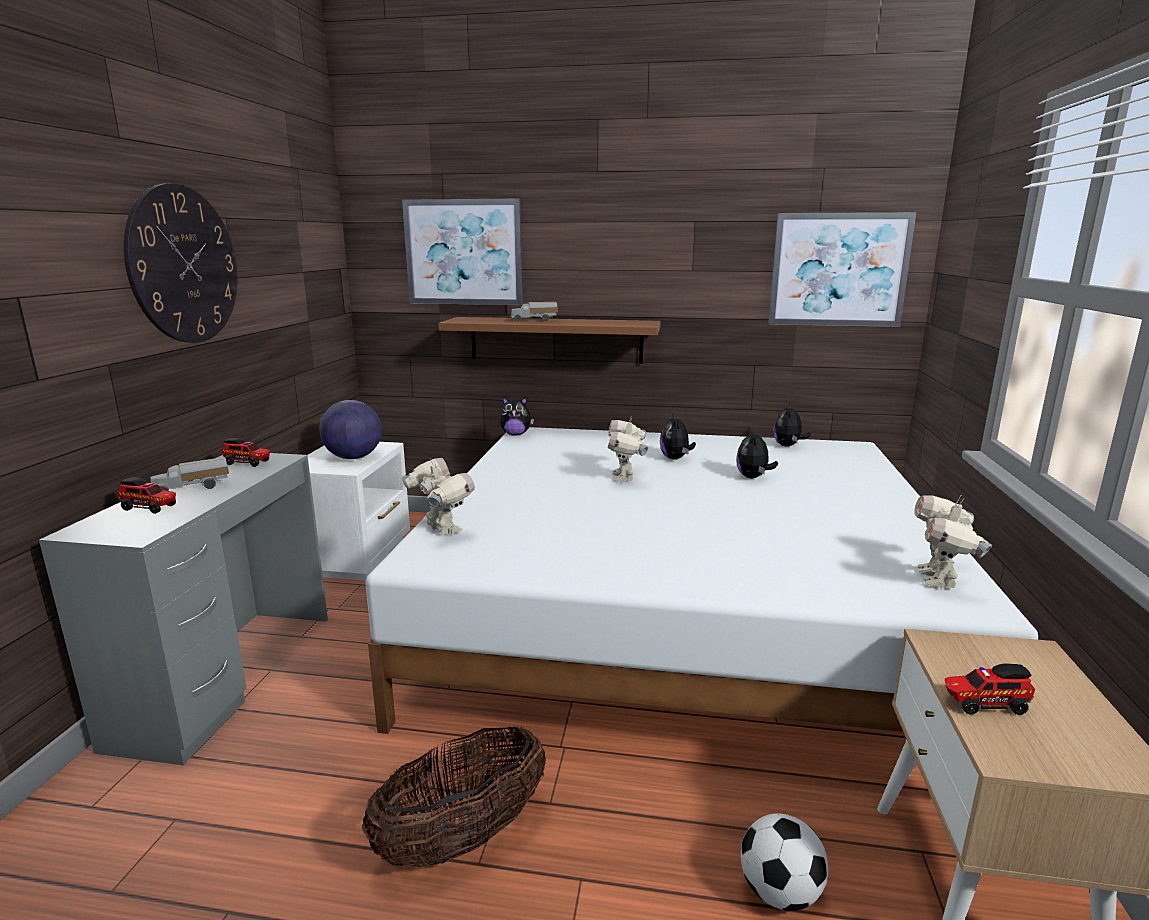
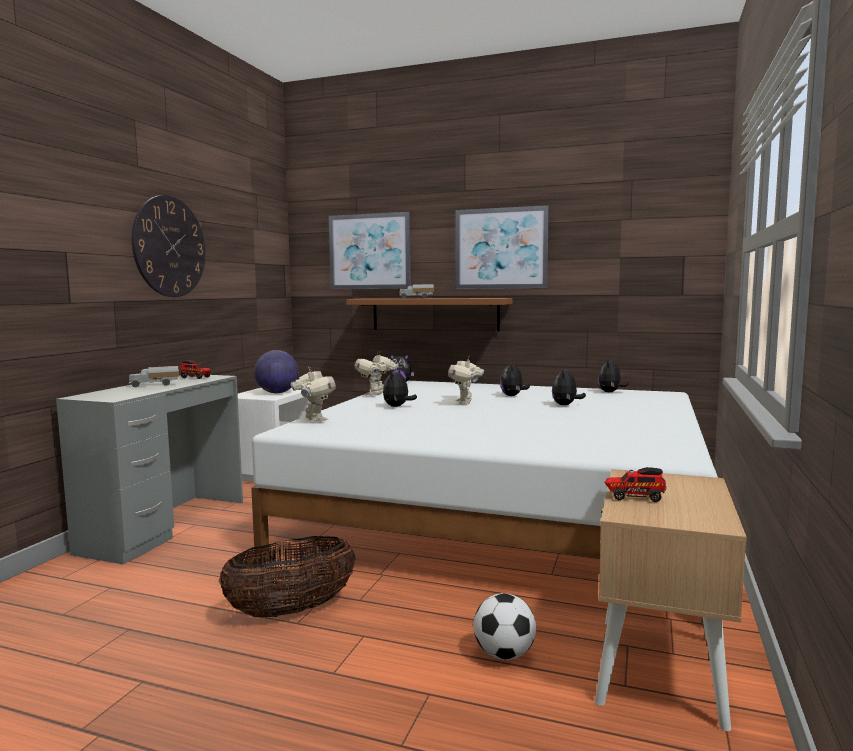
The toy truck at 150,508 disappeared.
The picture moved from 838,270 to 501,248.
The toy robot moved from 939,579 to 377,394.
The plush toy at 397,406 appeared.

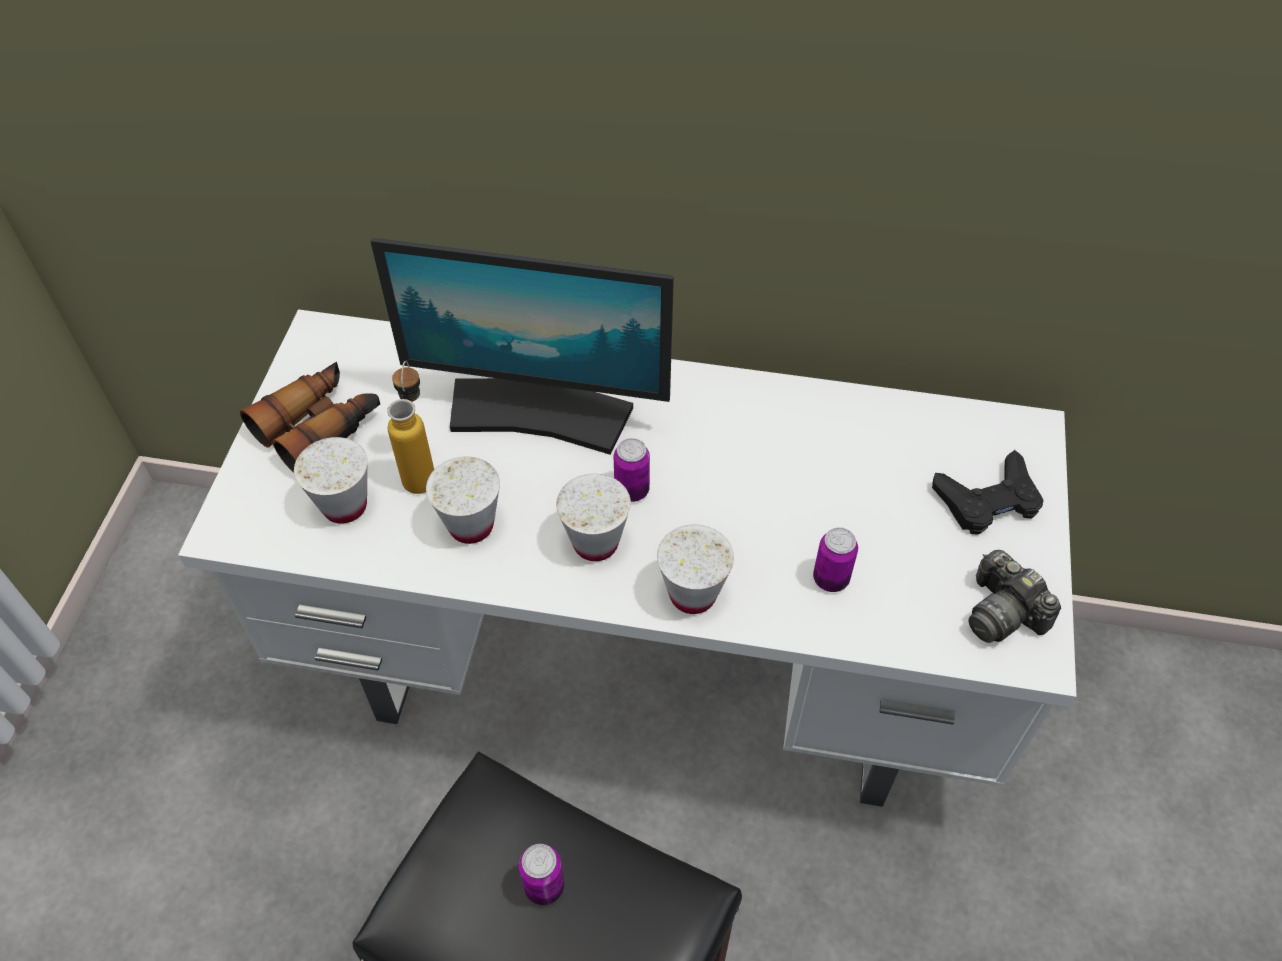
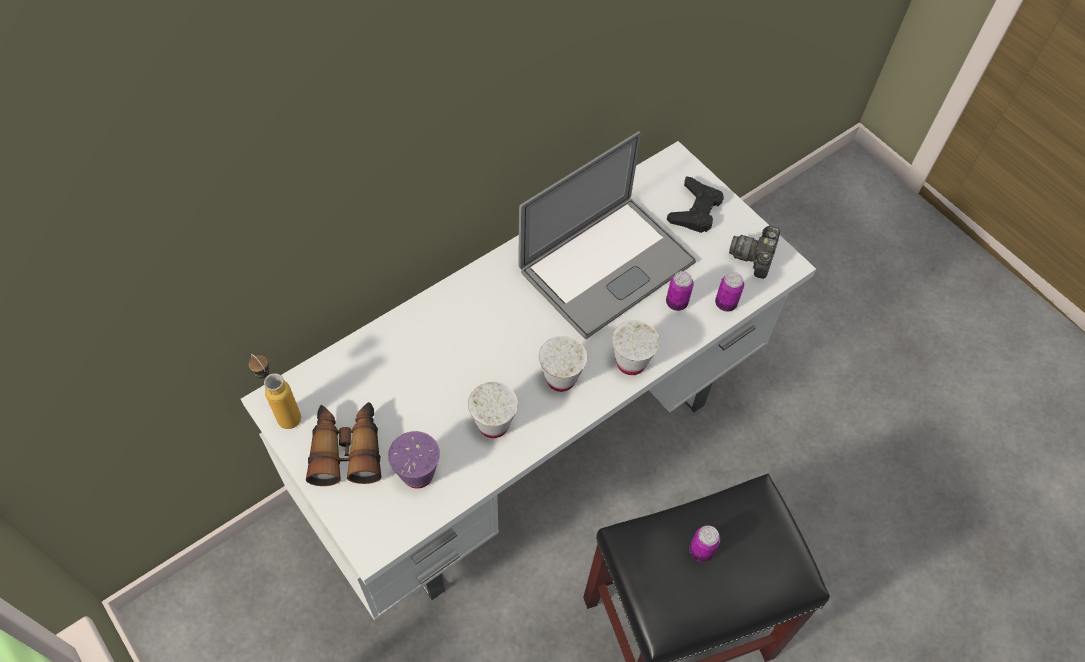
The white cup at 344,506 became the purple cup at 417,474.
The monitor at 539,411 disappeared.
The bottle moved from 421,470 to 283,412.
The can moved from 632,490 to 725,304.
The photo camera at 1002,612 turned 105 degrees clockwise.
The laptop at 607,266 appeared.

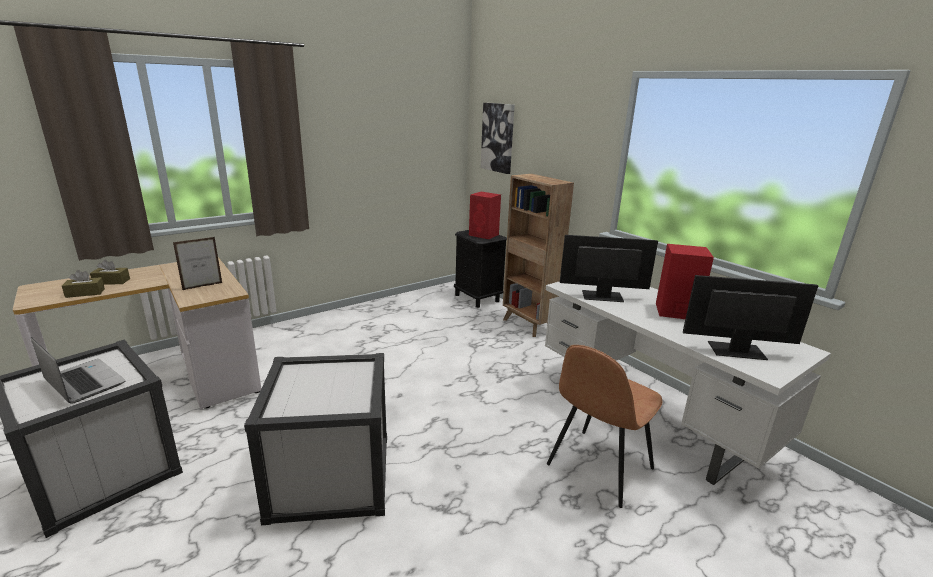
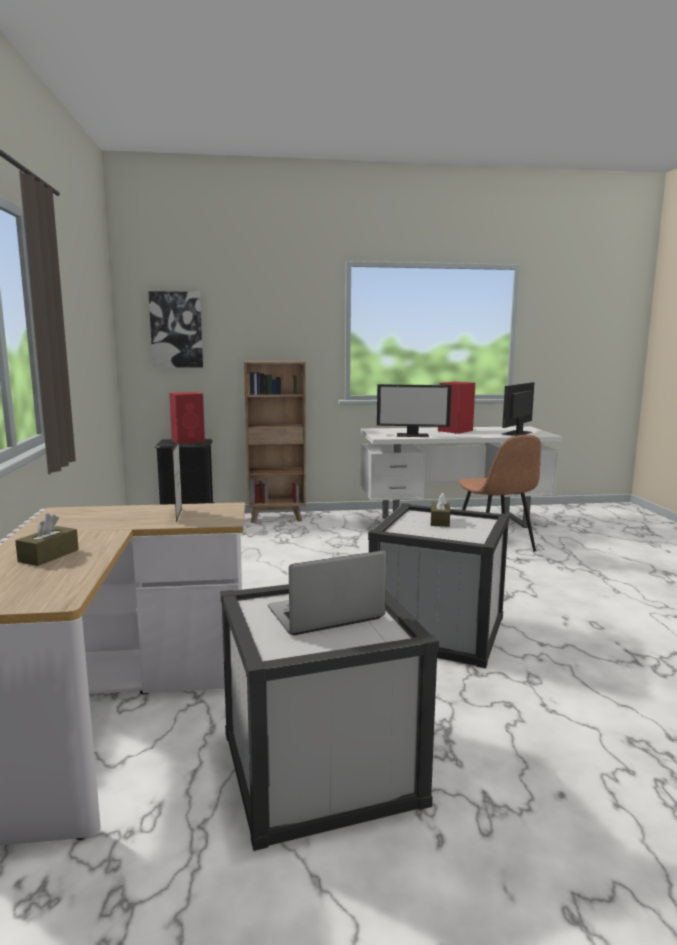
The brown tissue box moved from 85,293 to 440,521.
The monitor at 602,296 turned 120 degrees counterclockwise.

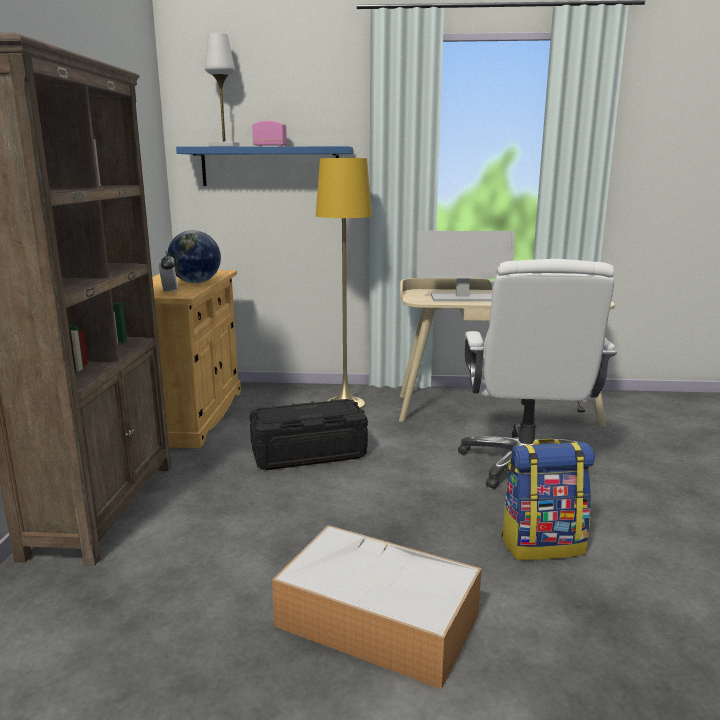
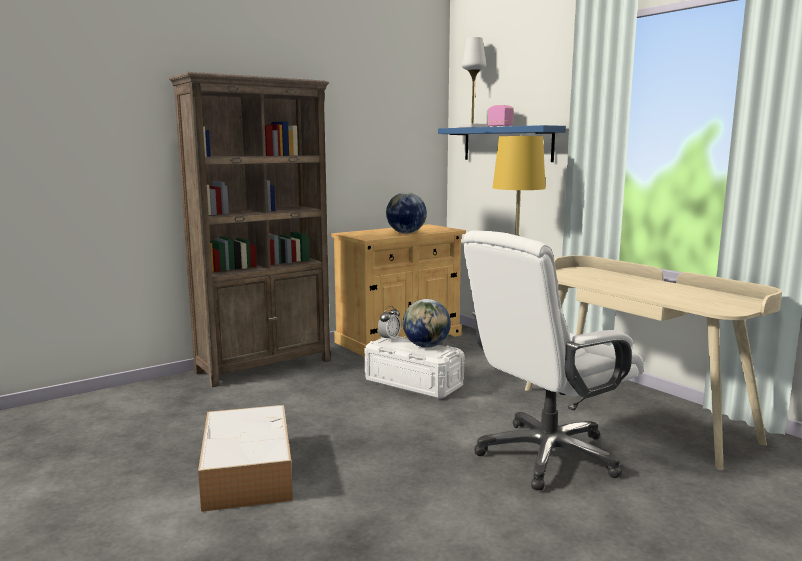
The alarm clock moved from 169,292 to 389,339.
The black storage box at 308,453 became the white storage box at 413,383.
The monitor at 461,298 disappeared.
The backpack at 542,545 disappeared.
The globe at 426,346 appeared.

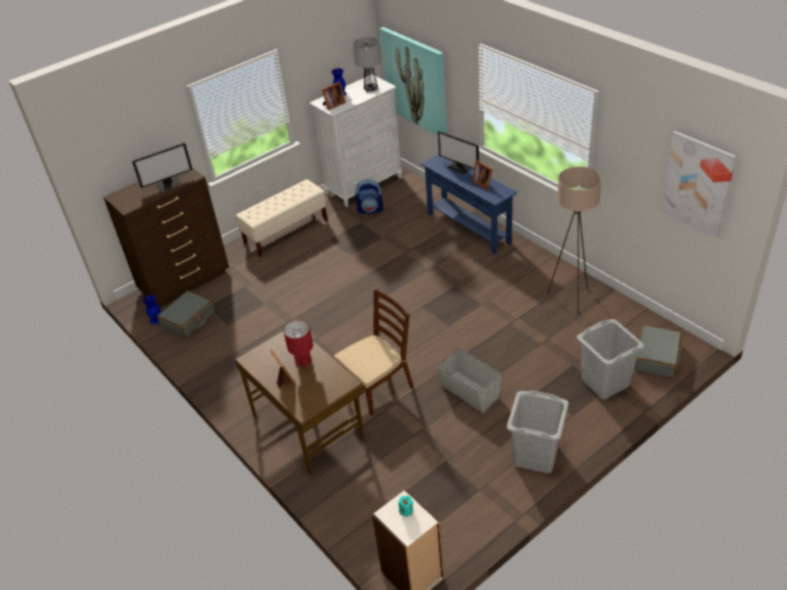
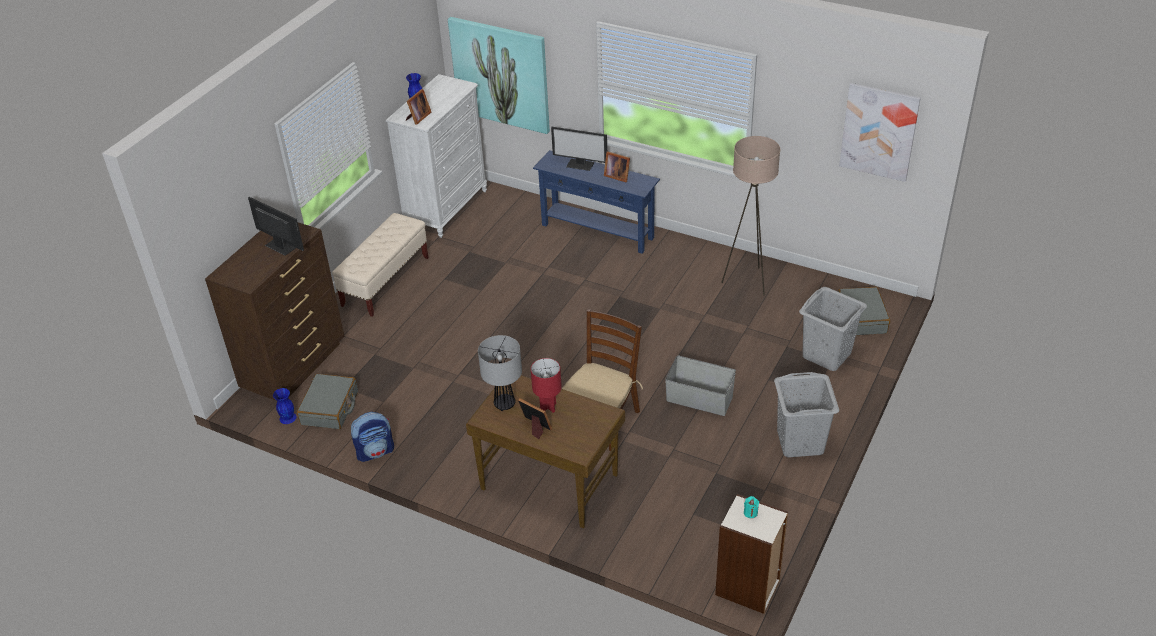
The monitor at 168,184 turned 90 degrees counterclockwise.
The table lamp moved from 371,89 to 505,404.
The backpack moved from 370,210 to 375,451.

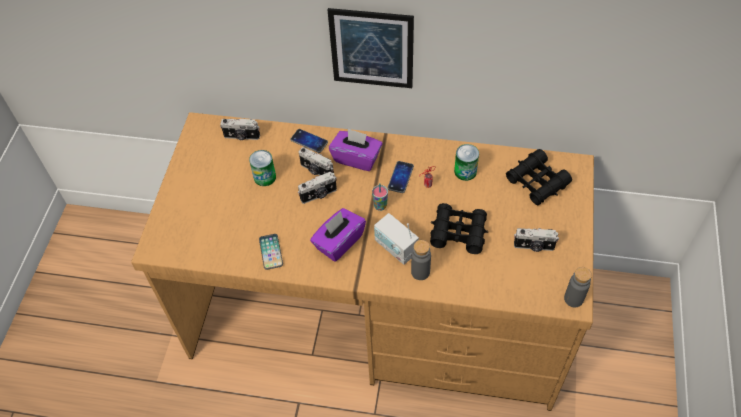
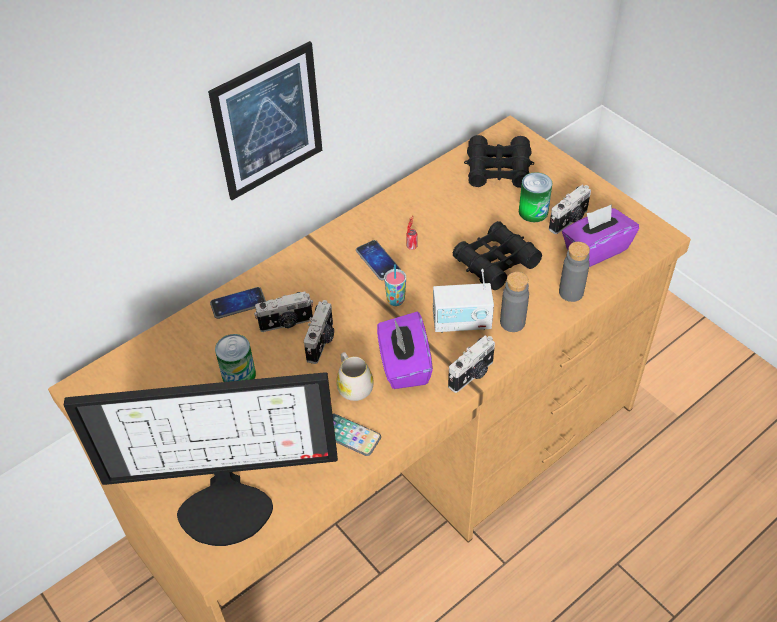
The photo camera moved from 241,137 to 472,375.
The purple tissue box moved from 356,158 to 595,249.
The can moved from 465,171 to 533,211.
The grey bottle moved from 573,299 to 571,292.
The monitor at 227,503 appeared.
The white mug at 353,385 appeared.

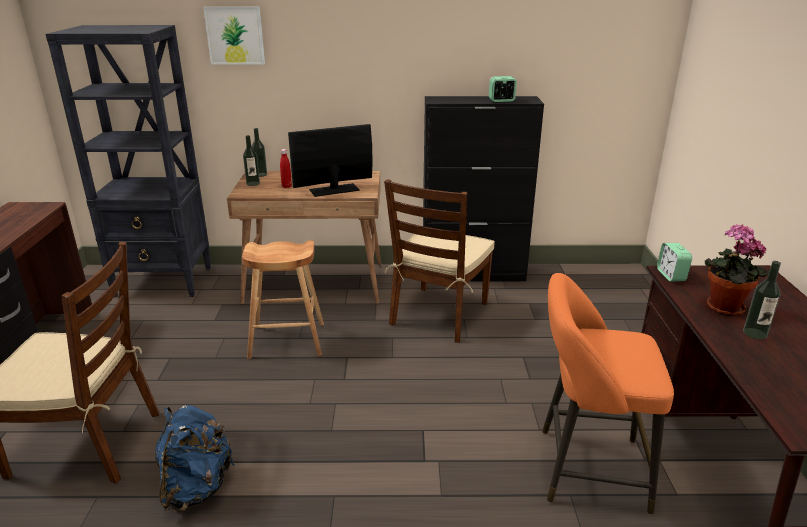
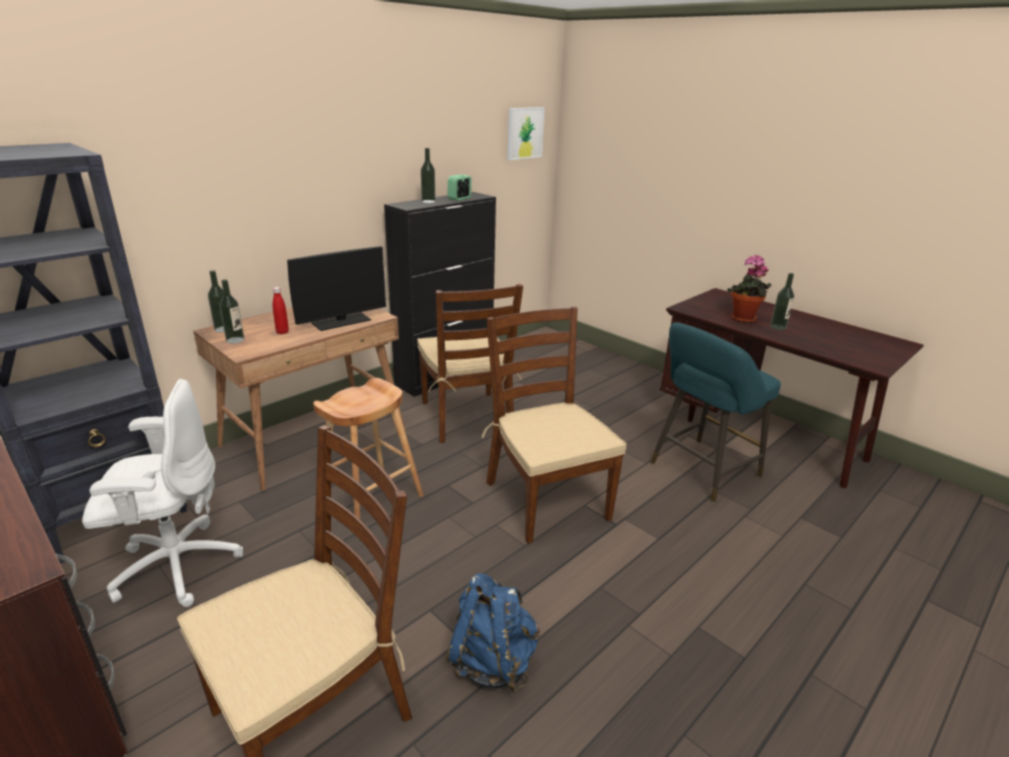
The picture moved from 235,35 to 524,133.
The monitor at 334,190 turned 150 degrees counterclockwise.
The orange stool at 585,469 became the turquoise stool at 700,472.
The alarm clock at 671,275 disappeared.
The white office chair at 175,565 appeared.
The bottle at 428,201 appeared.
The brown chair at 546,499 appeared.

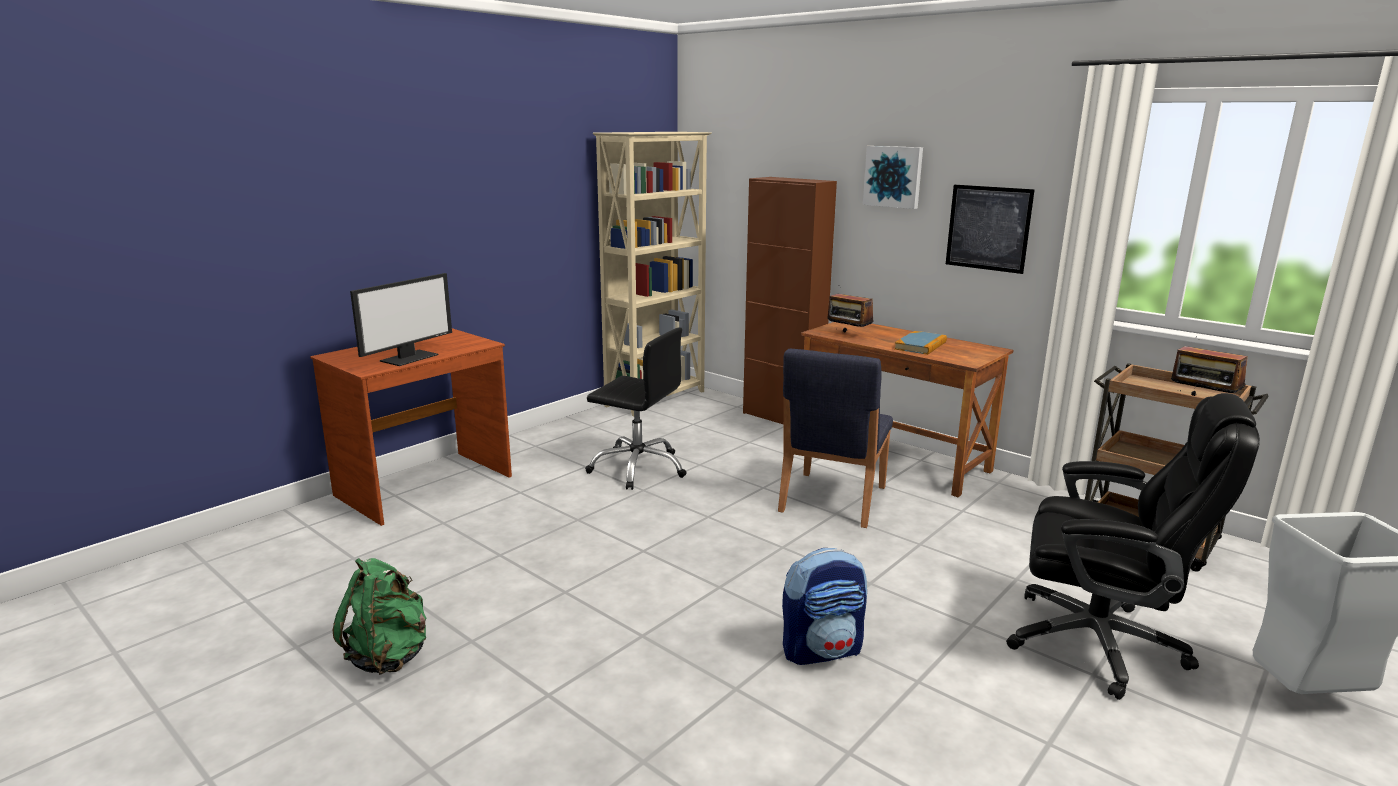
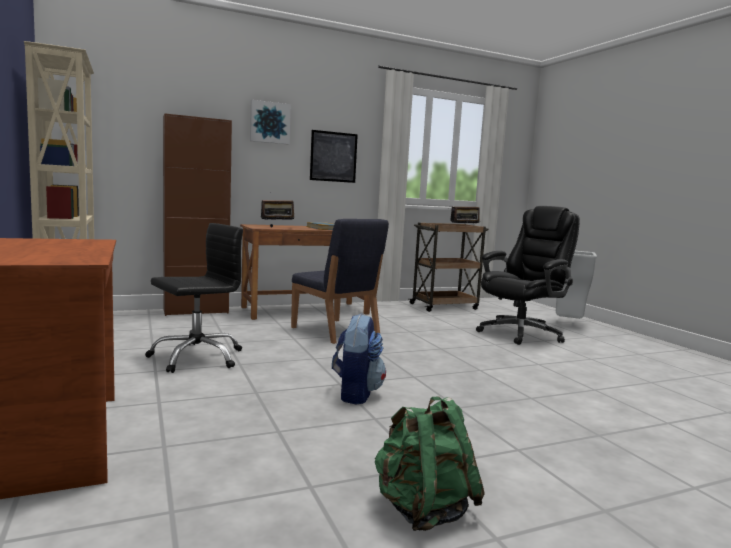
The monitor at 409,357 disappeared.
The backpack moved from 822,650 to 356,393.

